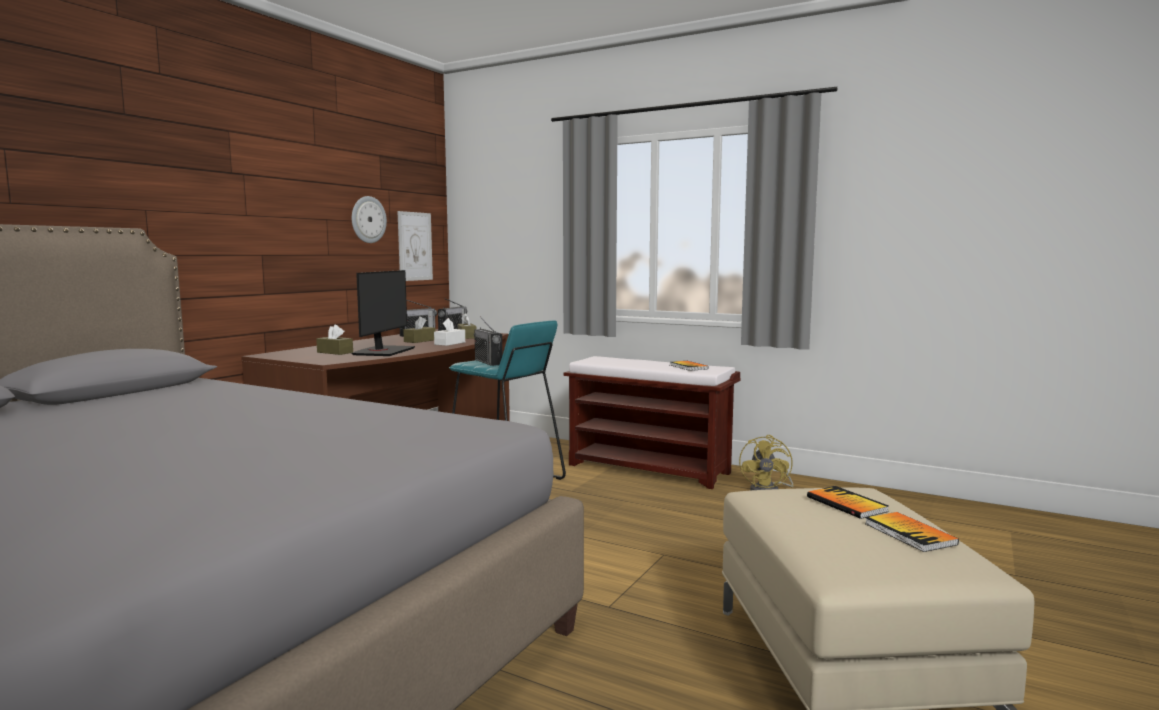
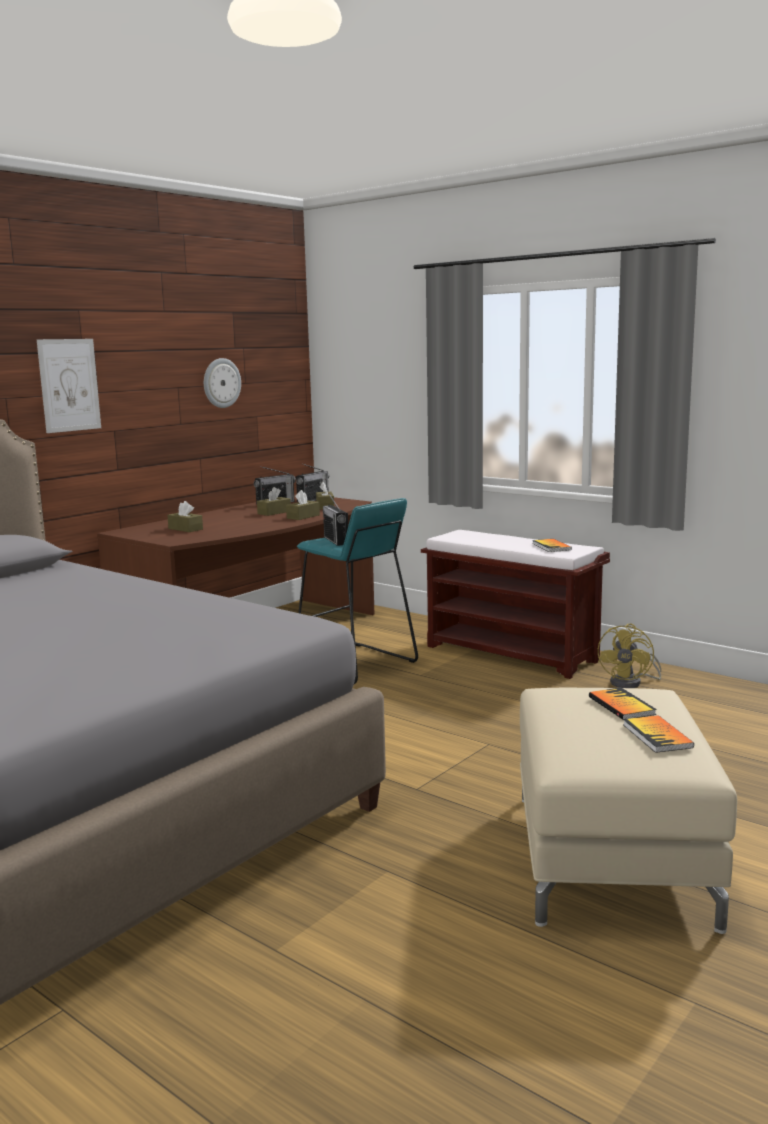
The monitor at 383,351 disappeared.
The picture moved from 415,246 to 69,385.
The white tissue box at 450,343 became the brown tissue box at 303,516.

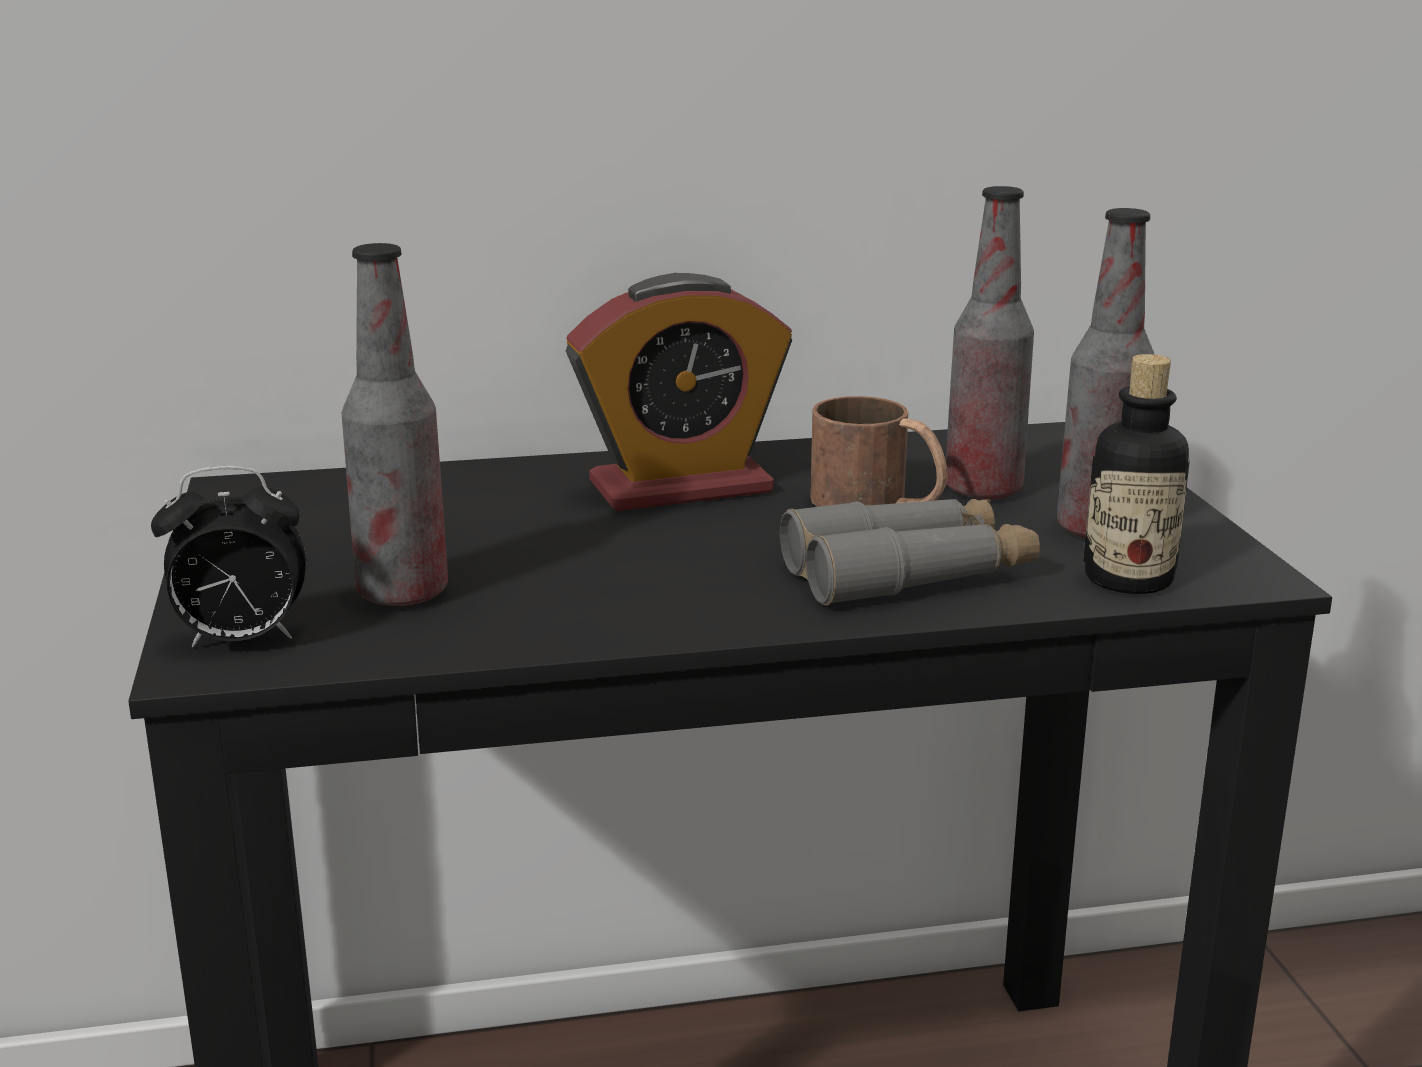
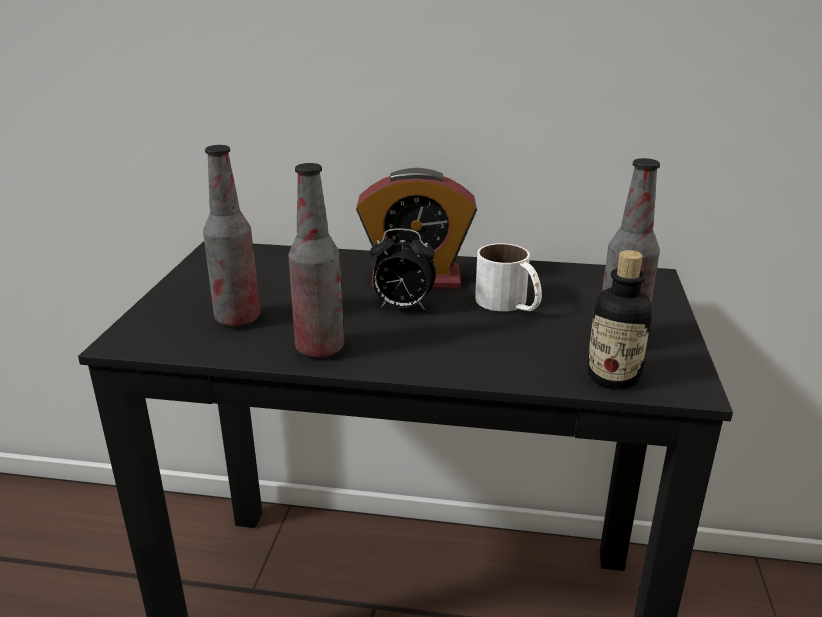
The alarm clock moved from 240,641 to 402,307.
The grey binoculars at 908,574 disappeared.
The brown mug at 879,504 became the white mug at 509,304.
The bottle moved from 983,490 to 320,348.

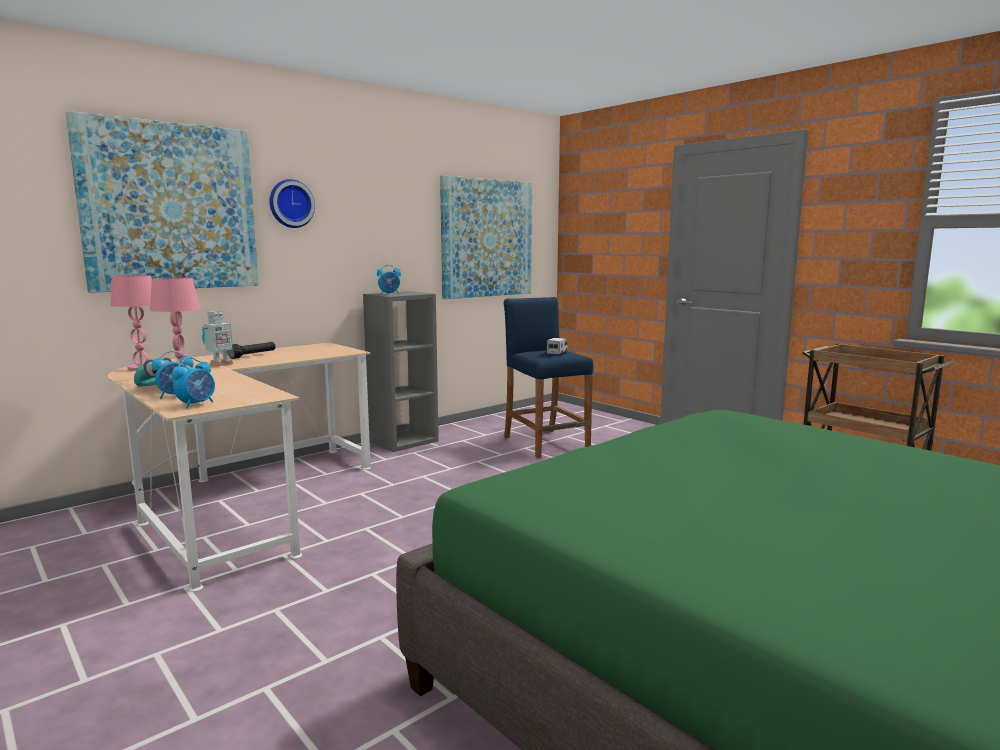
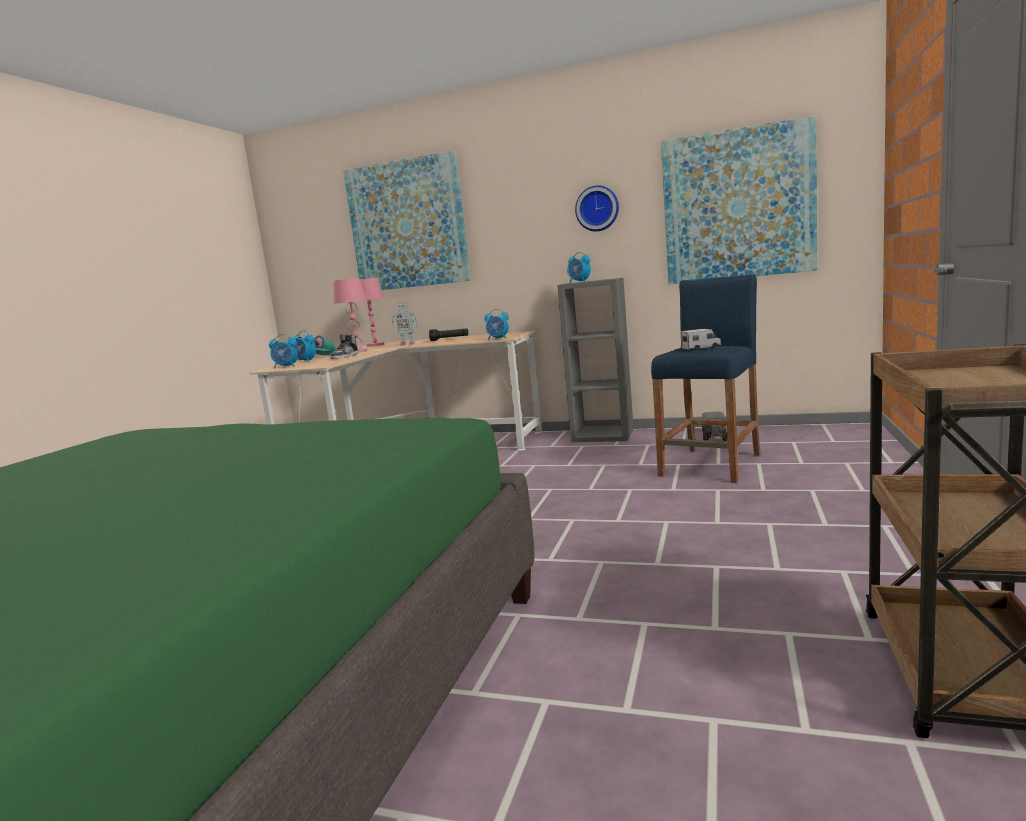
The wall clock moved from 290,204 to 597,208.
The shoe at 345,357 appeared.
The alarm clock at 498,339 appeared.
The toy truck at 714,436 appeared.

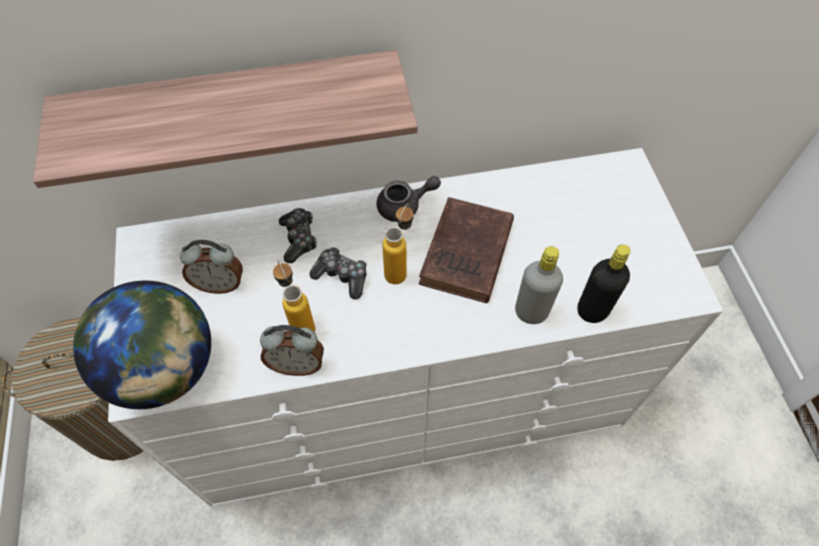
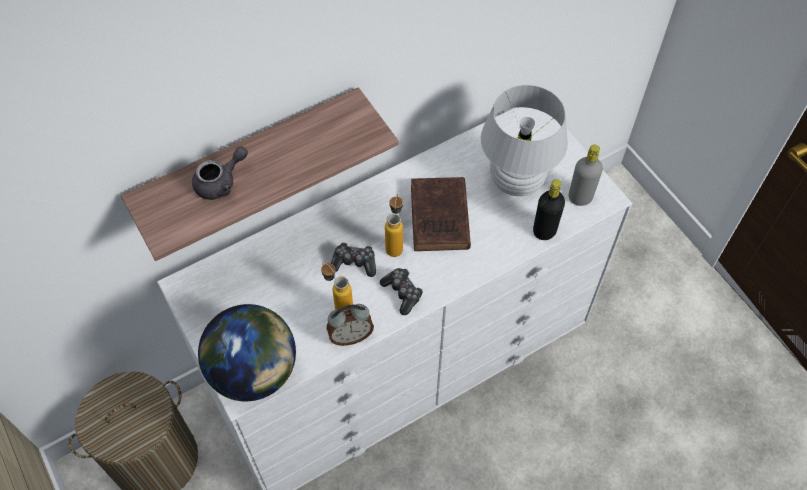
The alarm clock at 220,284 disappeared.
The game controller moved from 299,239 to 402,293.
The grey teapot moved from 405,207 to 221,182.
The grey bottle moved from 531,312 to 580,197.
The white table lamp at 516,181 appeared.

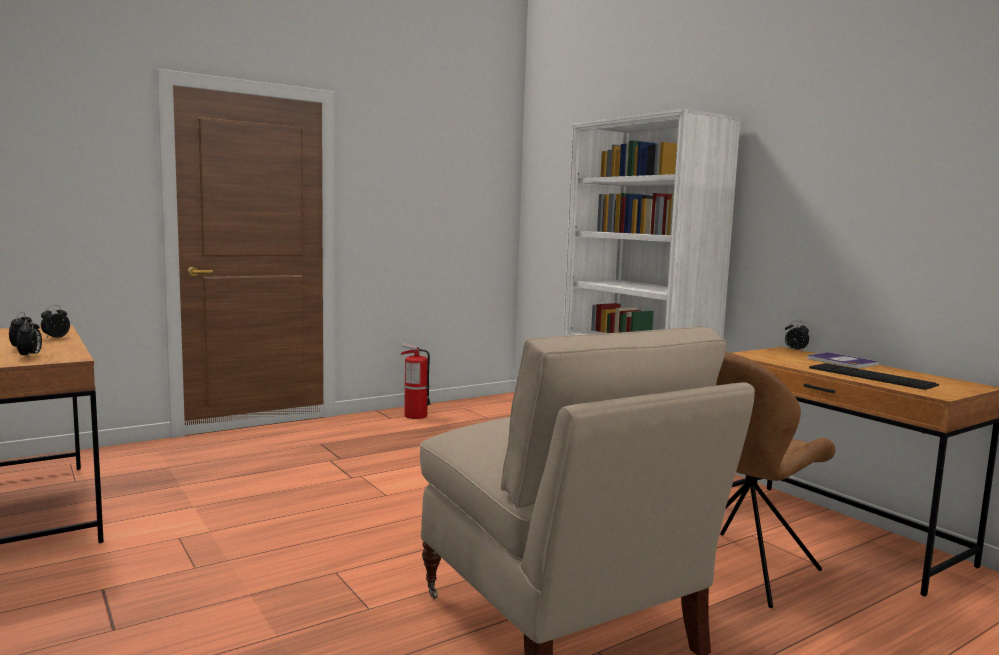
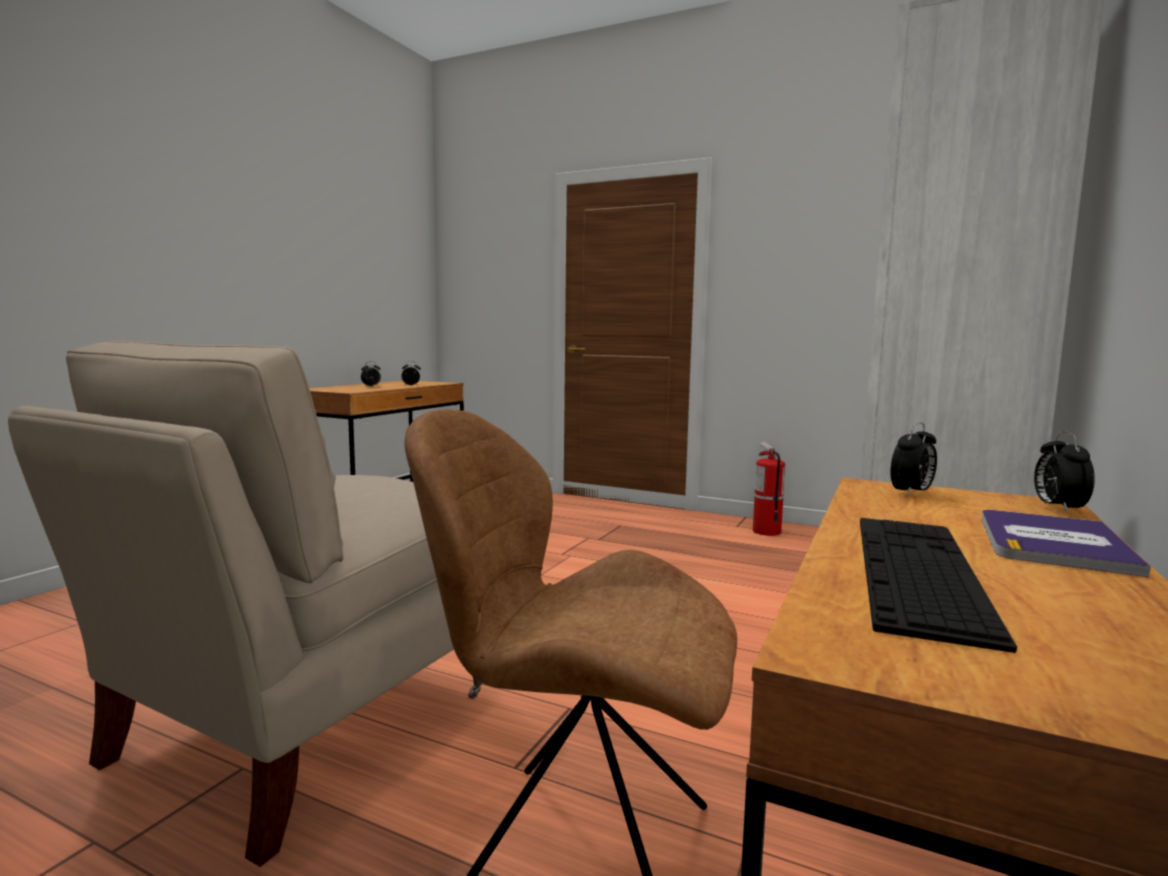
The alarm clock moved from 30,356 to 911,493.

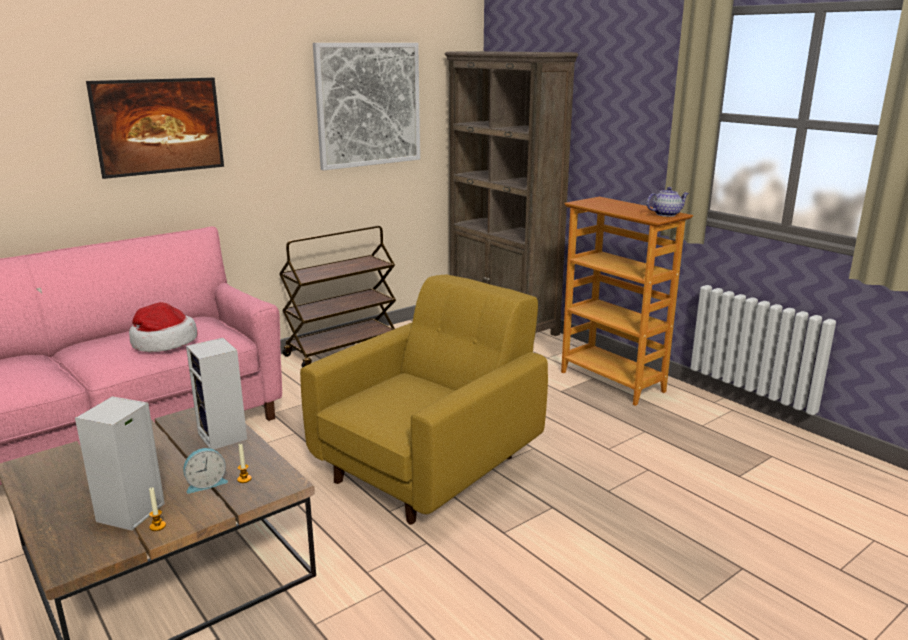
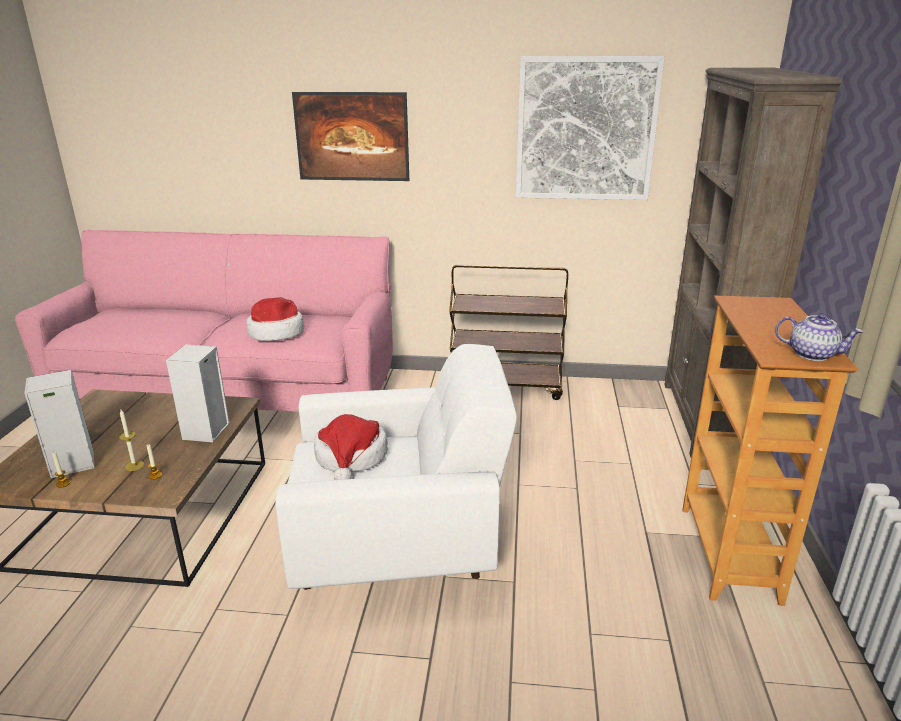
The alarm clock at 206,483 was replaced by the candle at 134,466.
The yellow armchair at 430,466 became the white armchair at 399,543.
The hat at 351,457 appeared.

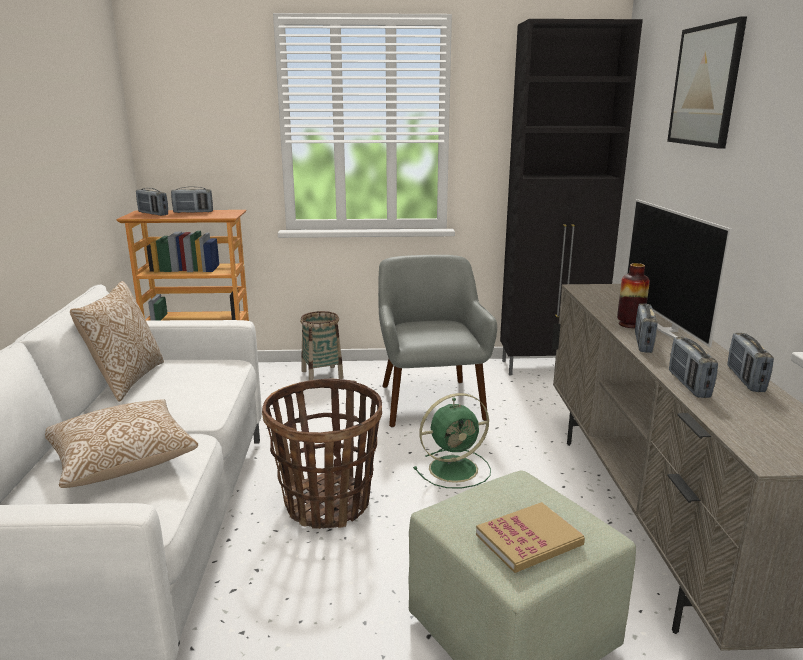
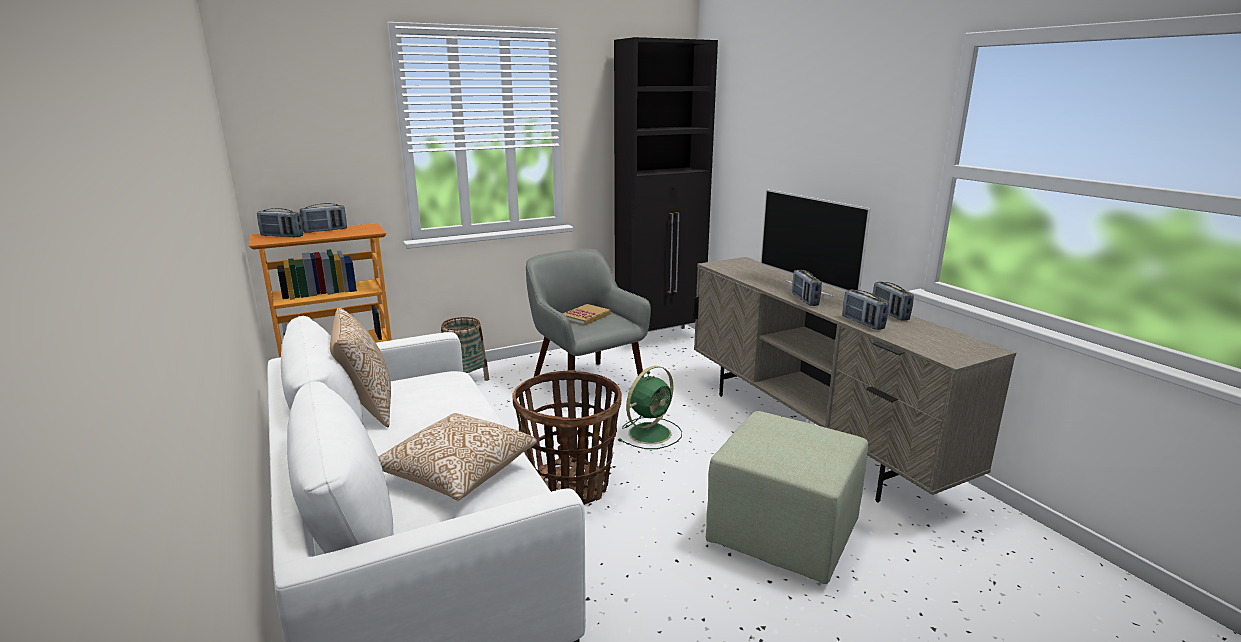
The book moved from 529,540 to 586,316.
The vase at 629,324 disappeared.
The picture at 705,86 disappeared.

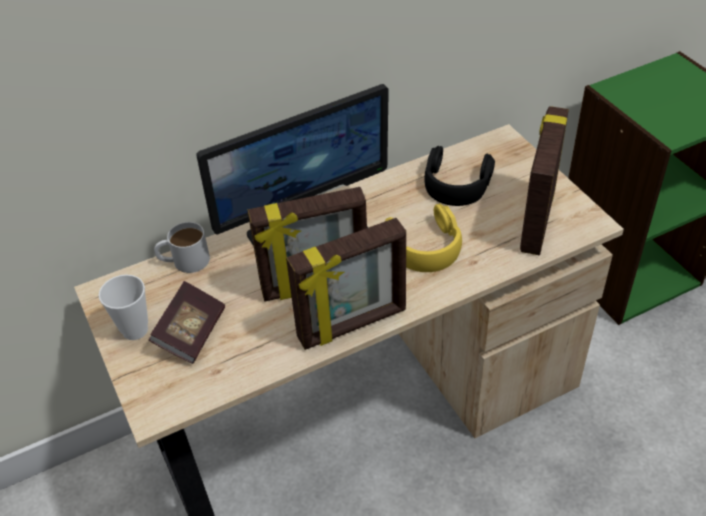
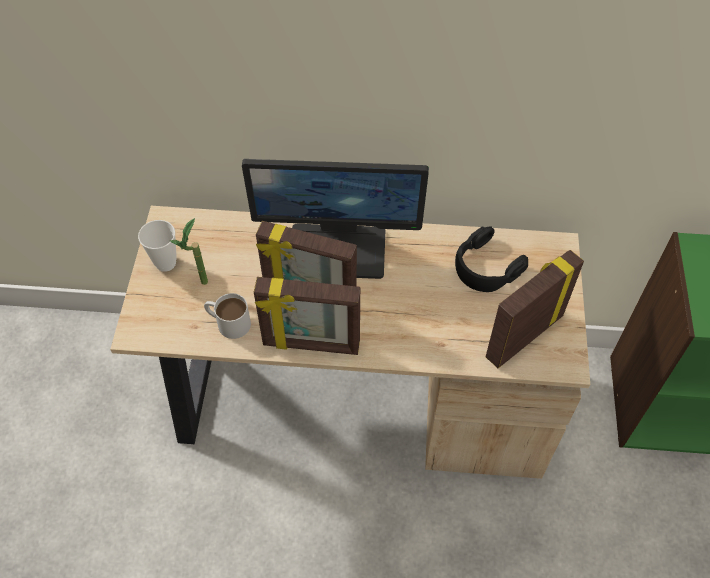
The book at 191,333 was replaced by the potted plant at 199,286.
The white mug moved from 184,261 to 228,322.
The yellow headphones at 425,247 disappeared.

